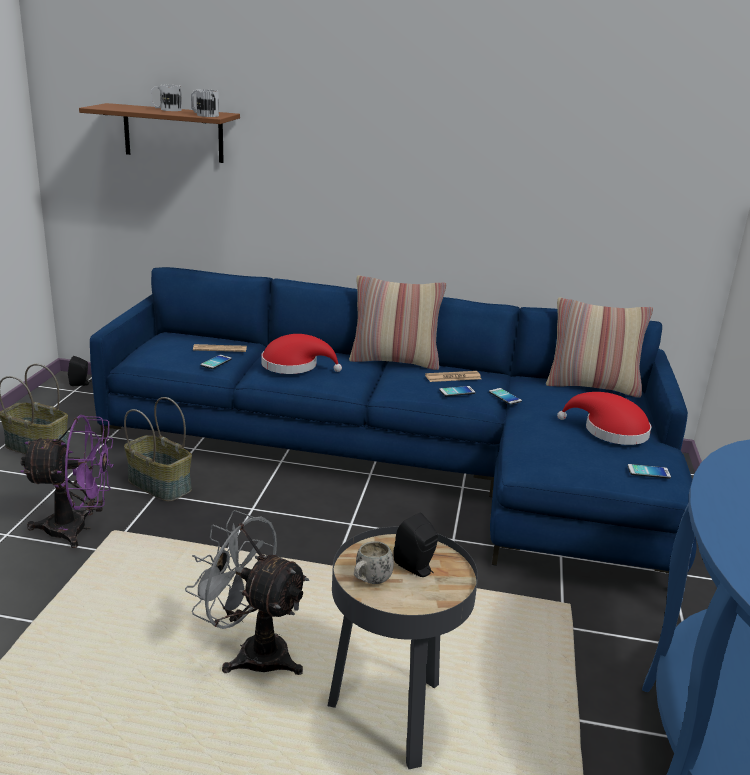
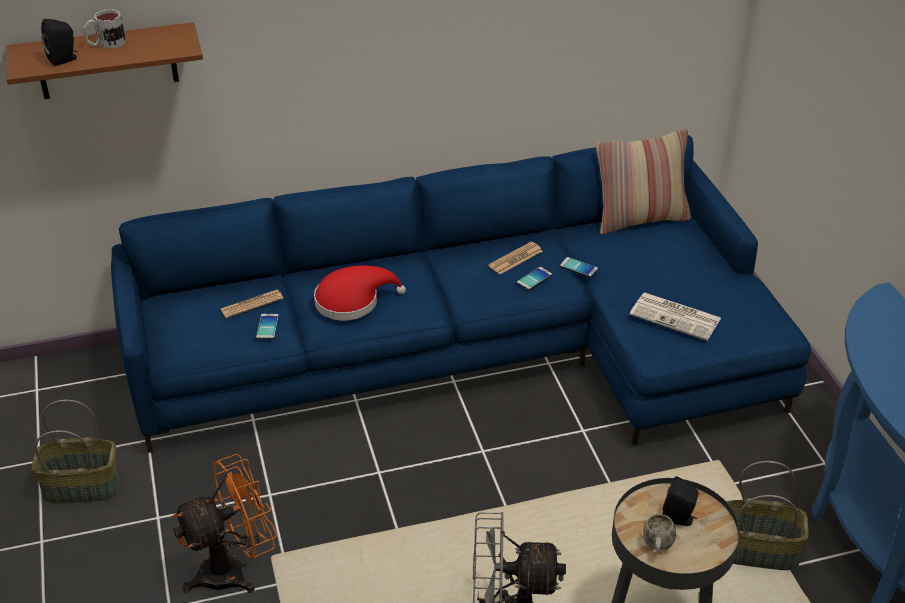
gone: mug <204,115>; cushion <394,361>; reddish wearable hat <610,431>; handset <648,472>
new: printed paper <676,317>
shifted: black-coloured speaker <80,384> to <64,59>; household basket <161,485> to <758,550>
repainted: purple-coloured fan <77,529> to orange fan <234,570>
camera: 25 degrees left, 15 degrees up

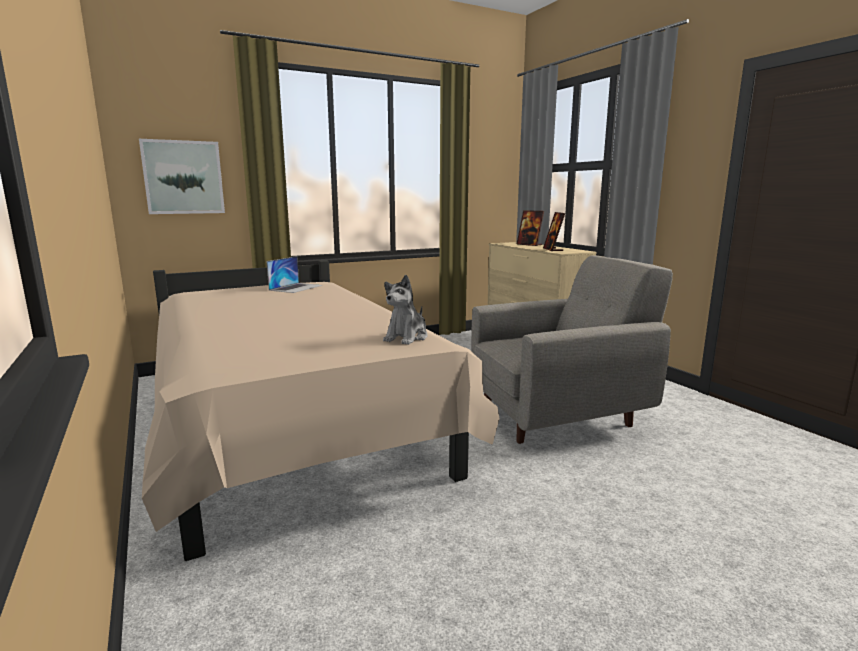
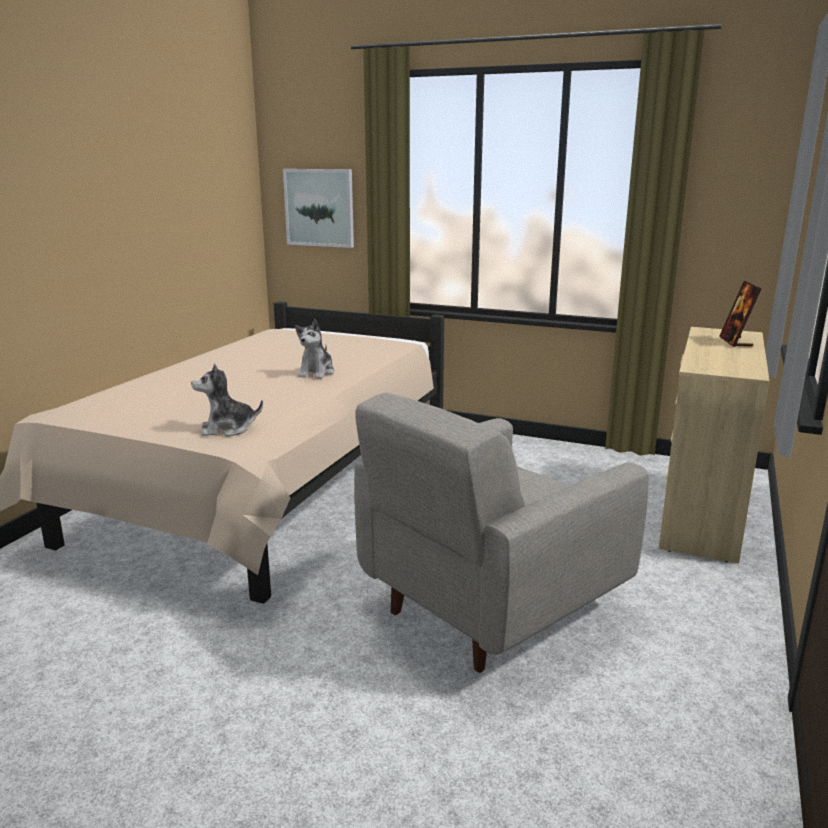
gone: portable computer <296,287>; standing frame <553,250>
new: plush toy <316,373>
rotated: greyish armchair <560,416> = <489,606> 105 degrees clockwise
camera: 50 degrees right, 5 degrees up

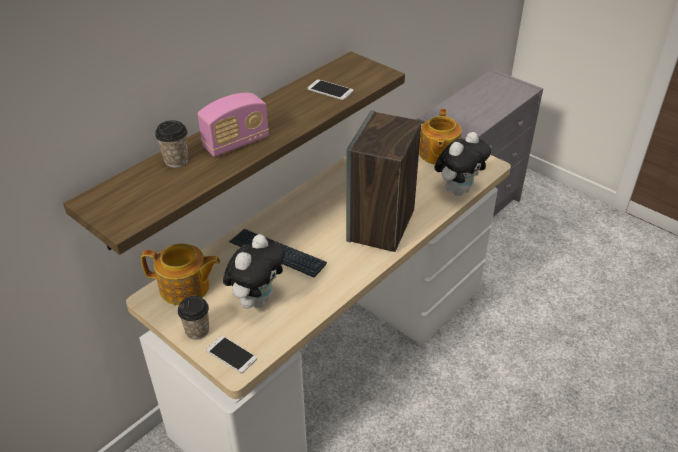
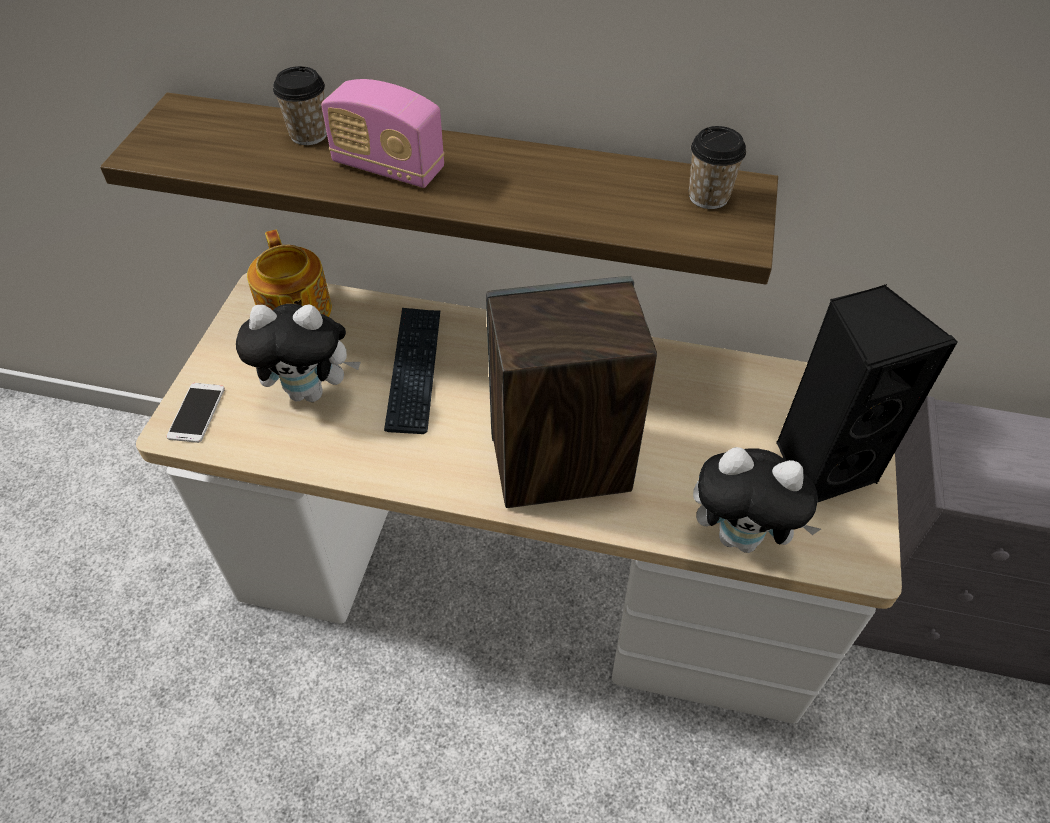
gone: handset <330,90>
shifted: cup <197,331> to <708,197>
swapped: pot for tea <438,154> to black-coloured speaker <821,465>
camera: 60 degrees right, 10 degrees up

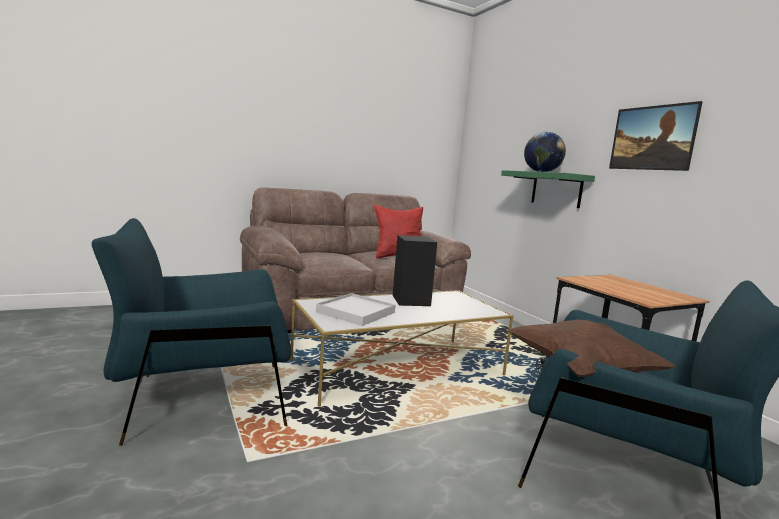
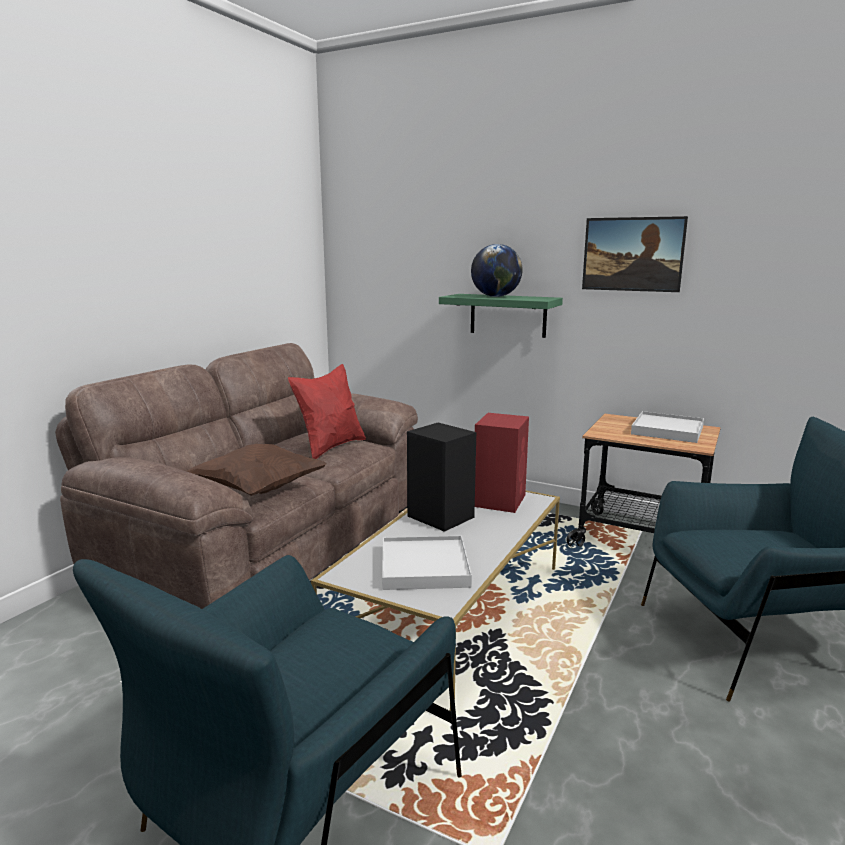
new: reddish speaker <500,500>; whitish serving tray <667,430>
shifted: brownish cushion <580,371> to <259,489>
camera: 35 degrees left, 5 degrees up

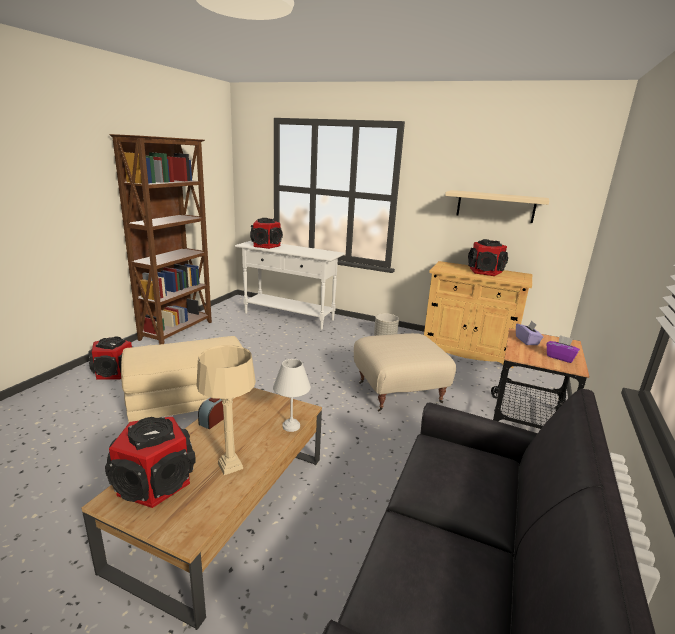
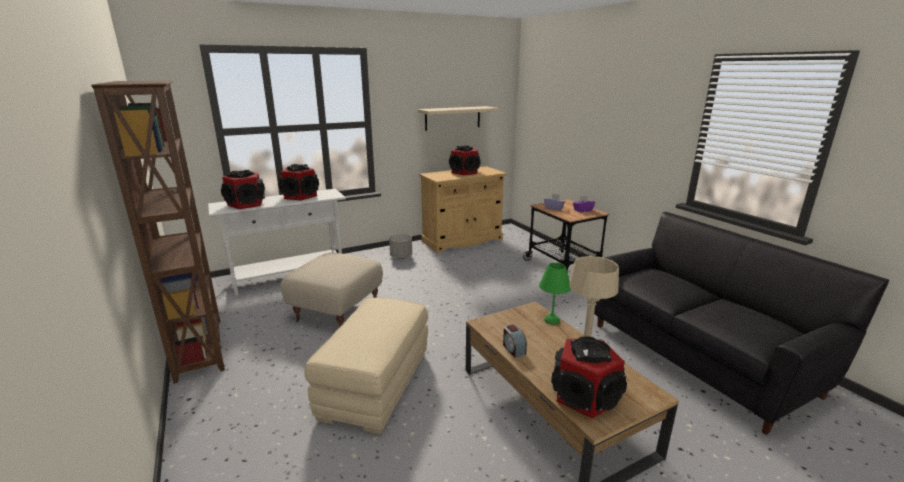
shifted: speaker <114,372> to <300,196>; sand-coloured footrest <399,392> to <338,311>
repainted: whitish table lamp <290,426> to green table lamp <552,320>
camera: 50 degrees left, 0 degrees up

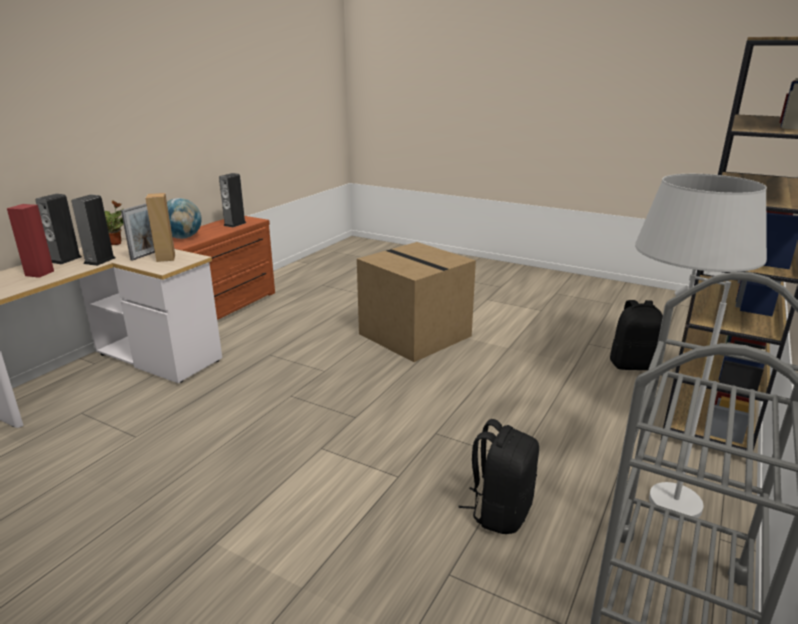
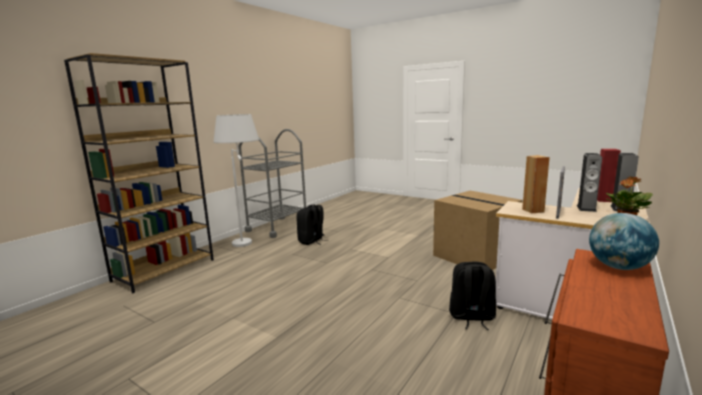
gone: speaker <235,224>
shifted: carton <413,335> to <476,256>; black-coloured rucksack <634,365> to <471,317>
camera: 175 degrees left, 10 degrees down

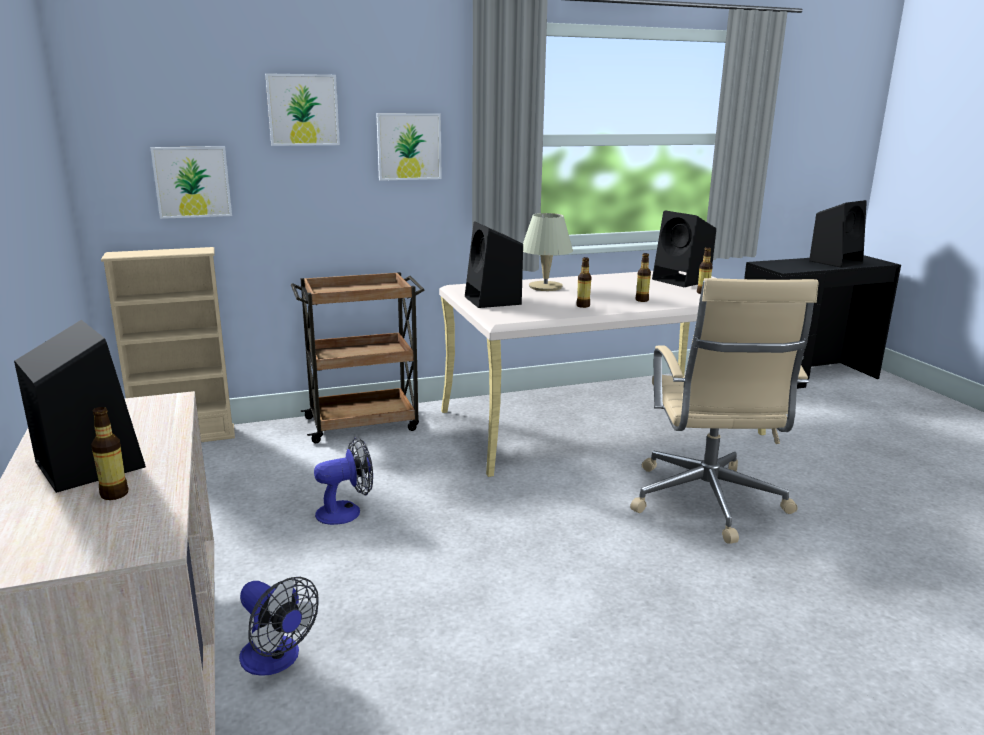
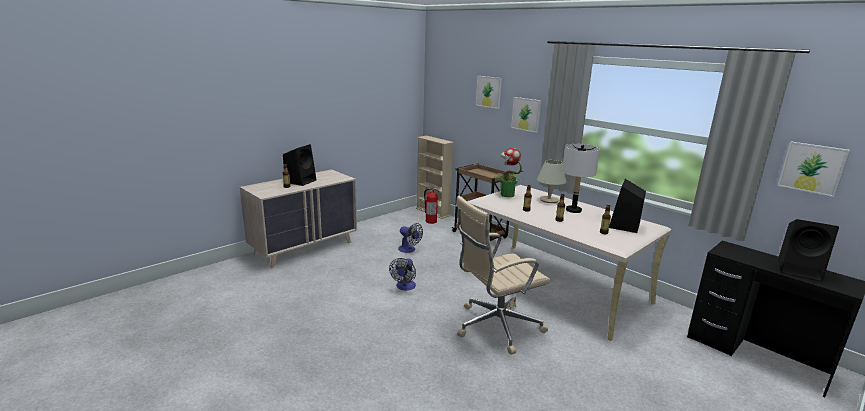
new: extinguisher <431,221>; whitish table lamp <573,210>
shifted: wall art <192,182> to <812,168>; fan <276,660> to <405,287>
swapped: black-coloured speaker <493,301> to plant in a pot <506,195>
camera: 65 degrees right, 0 degrees up

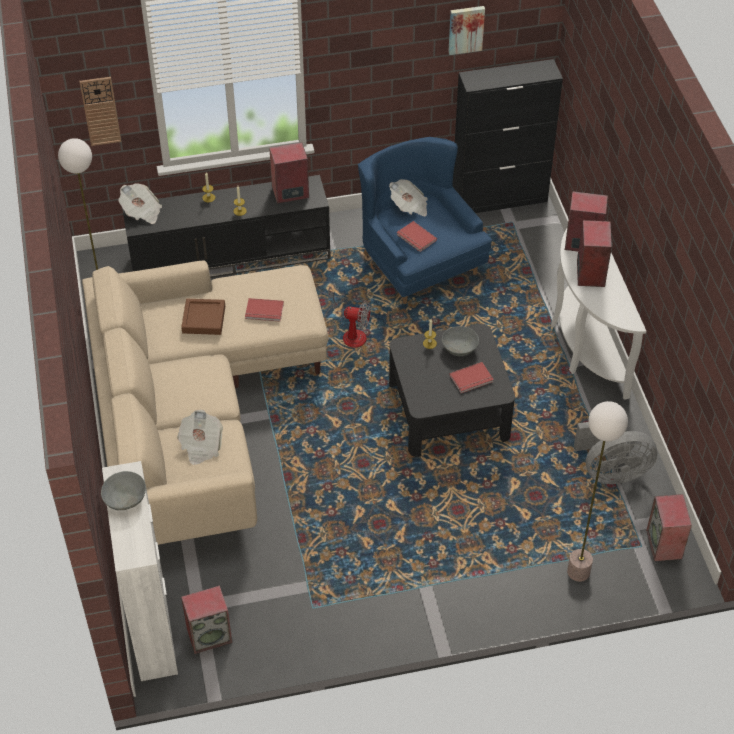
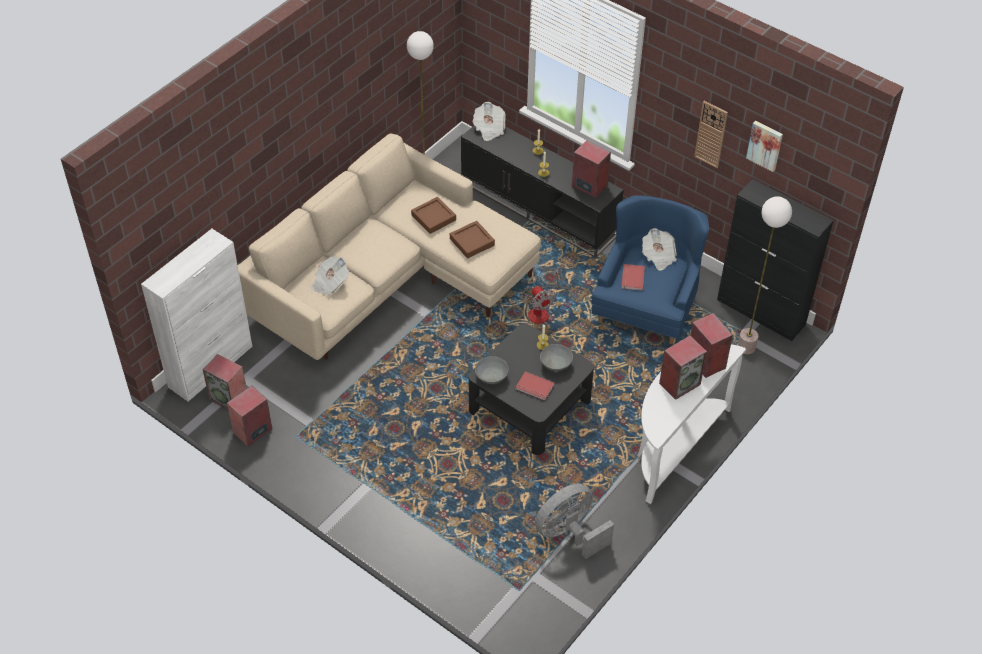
shifted: wall clock <100,111> to <711,134>; greyish bowl <125,498> to <492,376>; standing lamp <578,572> to <746,347>; speaker <664,545> to <252,431>
swapped: reddish bound book <264,312> to brownish serving tray <472,242>
rotated: greyish fan <611,472> = <569,533> 105 degrees clockwise
camera: 50 degrees right, 0 degrees up

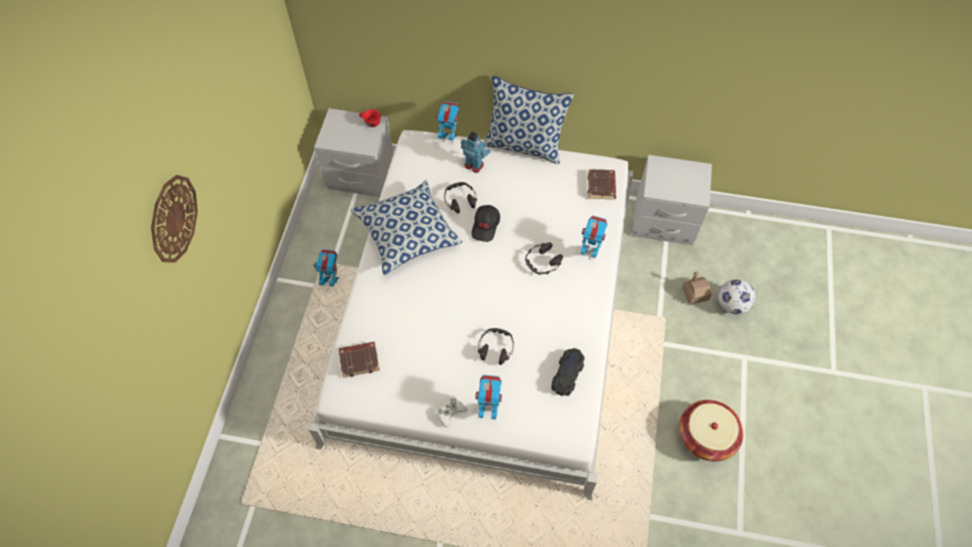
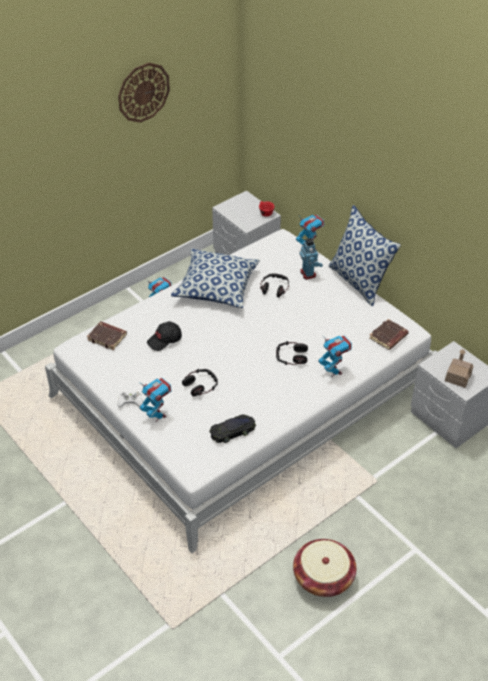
gone: football <731,304>
shifted: wall clock <173,219> to <143,92>; black-coloured baseball cap <486,226> to <164,340>; miniature house <695,293> to <458,377>
camera: 40 degrees right, 15 degrees down

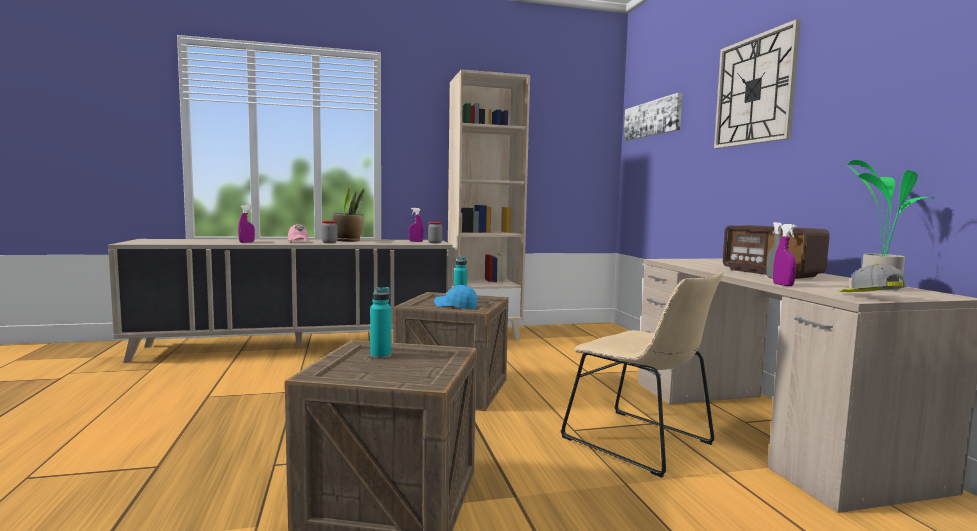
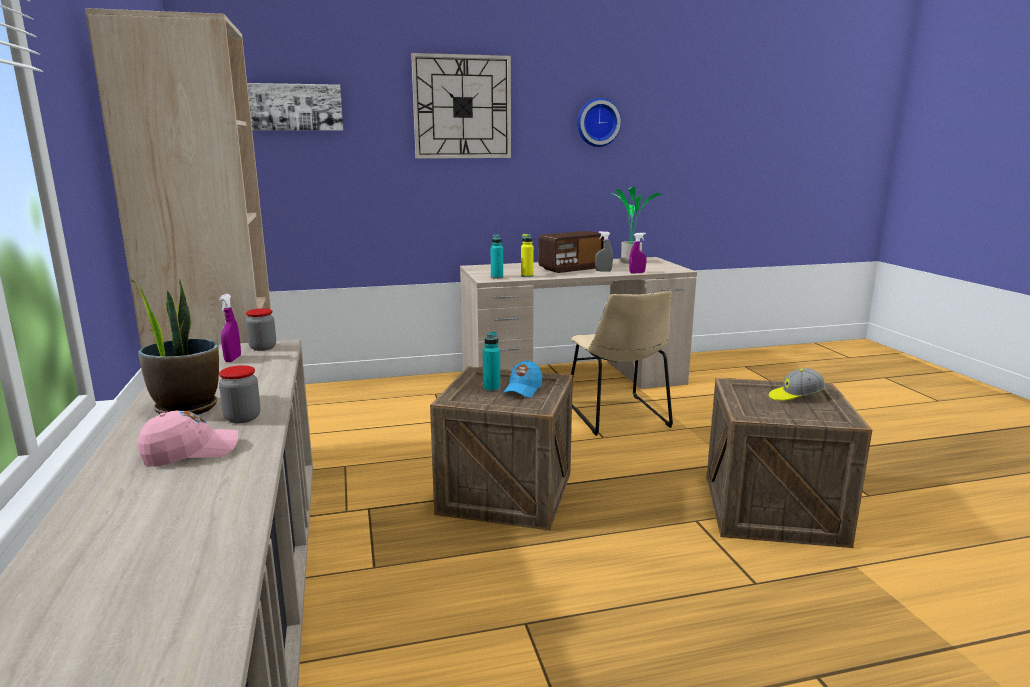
gone: purple-coloured sprayer <246,242>
new: yellowish drink bottle <527,276>; wall clock <597,122>
shifted: blue-green drink bottle <380,356> to <497,277>; baseball cap <869,297> to <795,397>
rotated: sand-coloured upright chair <642,443> = <618,416> 120 degrees clockwise
camera: 90 degrees left, 10 degrees up

